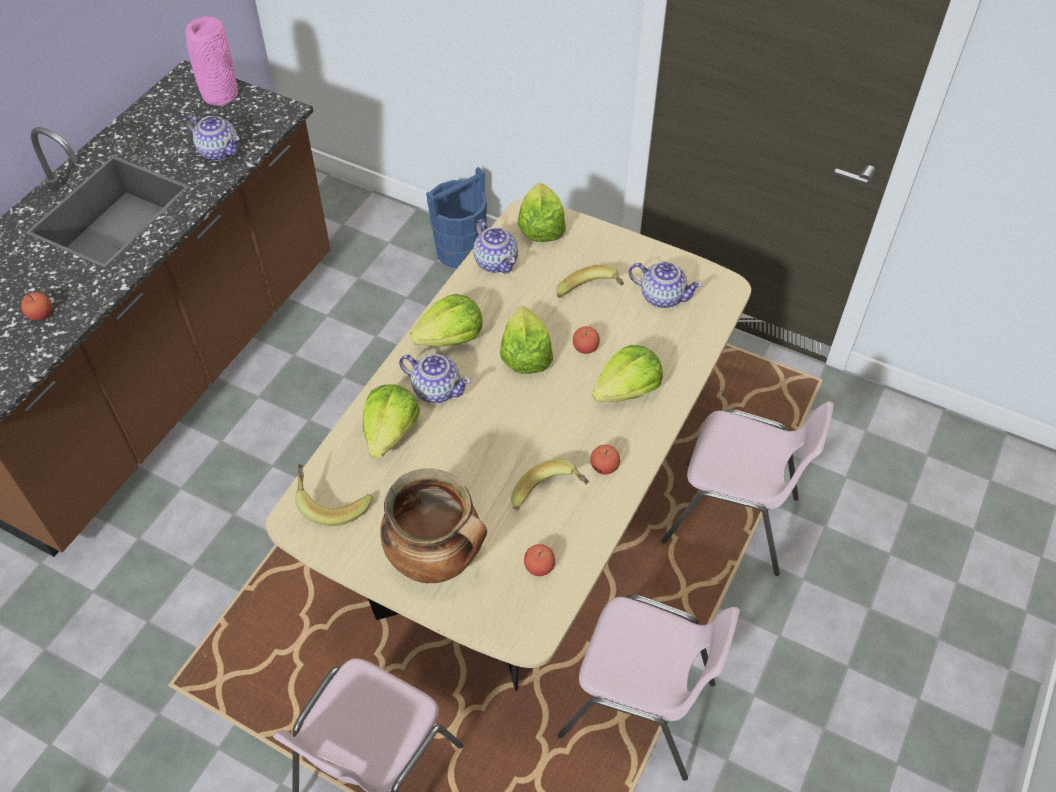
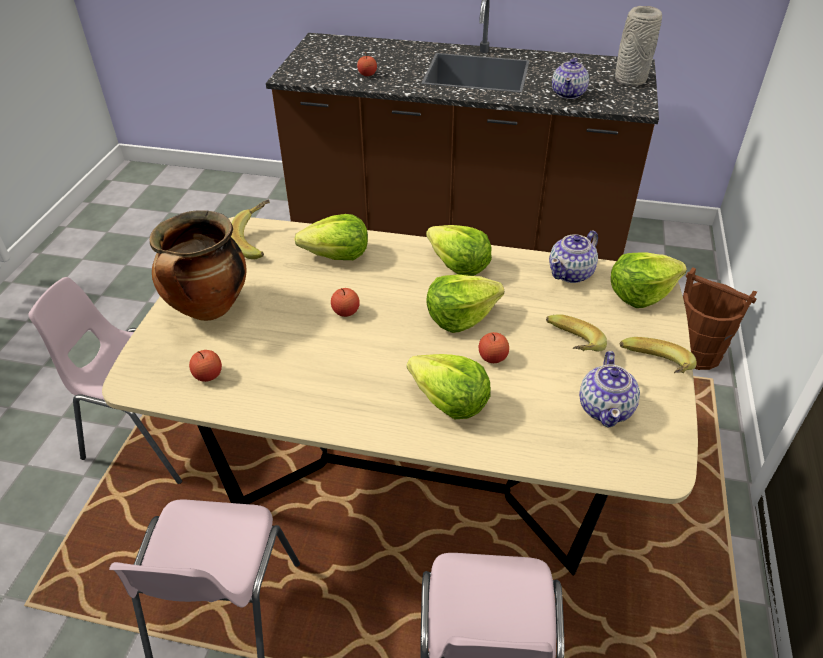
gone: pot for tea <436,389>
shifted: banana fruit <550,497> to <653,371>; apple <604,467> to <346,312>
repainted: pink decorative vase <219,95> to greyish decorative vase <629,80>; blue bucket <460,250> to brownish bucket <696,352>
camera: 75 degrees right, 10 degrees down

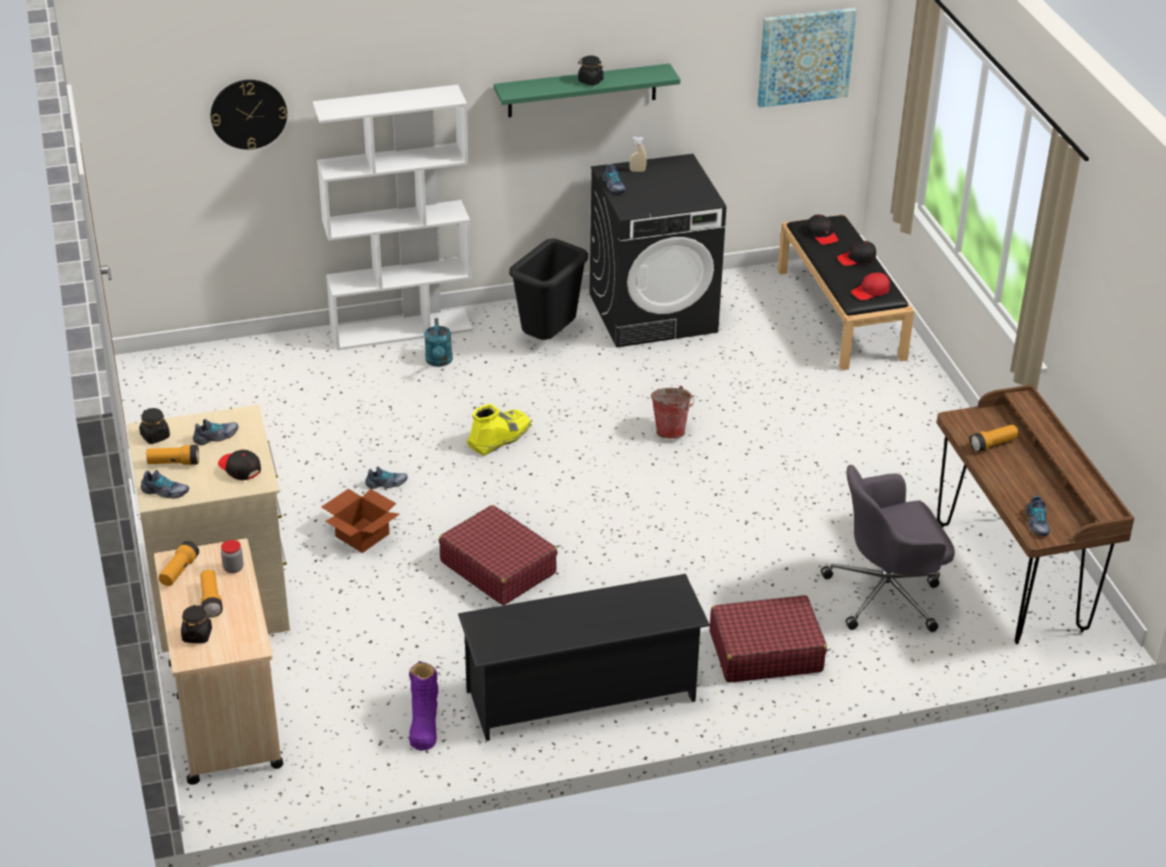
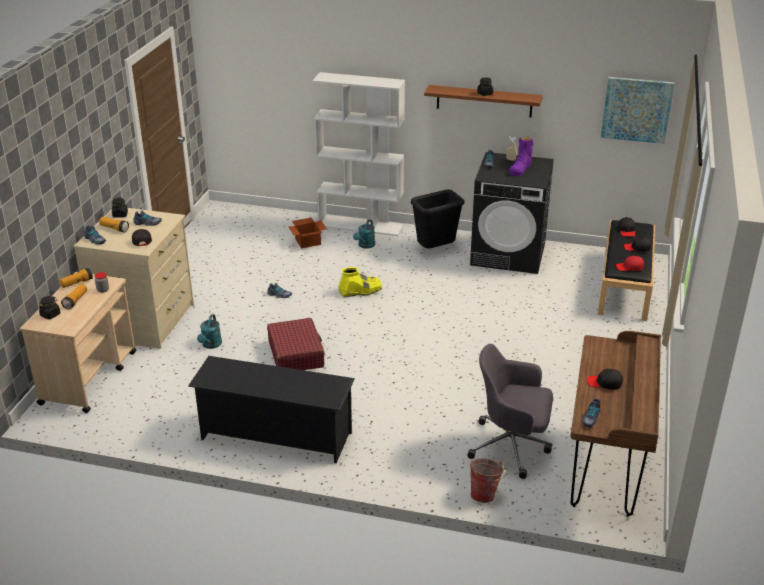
gone: wall clock <248,114>; reddish piece of luggage <765,651>; torch <993,444>
new: blue-green watering pot <211,345>; black-coloured baseball cap <604,383>
shifted: carton <362,534> to <308,241>; purple-coloured boot <424,724> to <520,168>; bucket <671,430> to <485,494>
repainted: green bracket shelf <582,90> to brownish bracket shelf <484,101>
camera: 30 degrees right, 5 degrees down

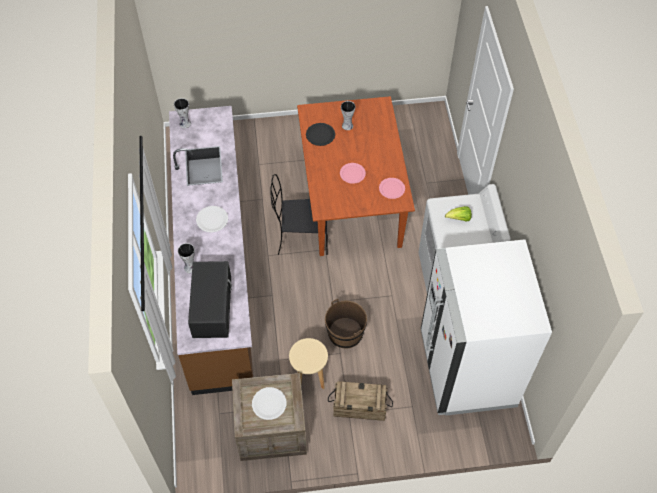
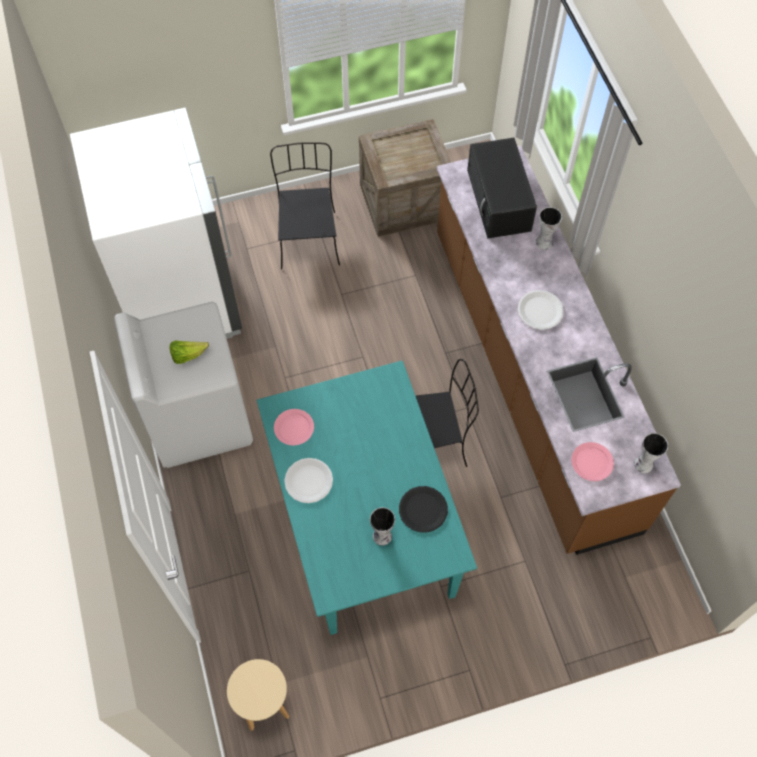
gone: brownish bucket <345,333>
shifted: whitish plate <269,404> to <308,481>; sand-coloured stool <309,378> to <264,704>; pink plate <352,174> to <591,462>
swapped: packing crate <359,407> to black-coloured upright chair <308,238>
repainted: brownish dinner table <352,199> to blue-green dinner table <362,520>
camera: 170 degrees right, 5 degrees up

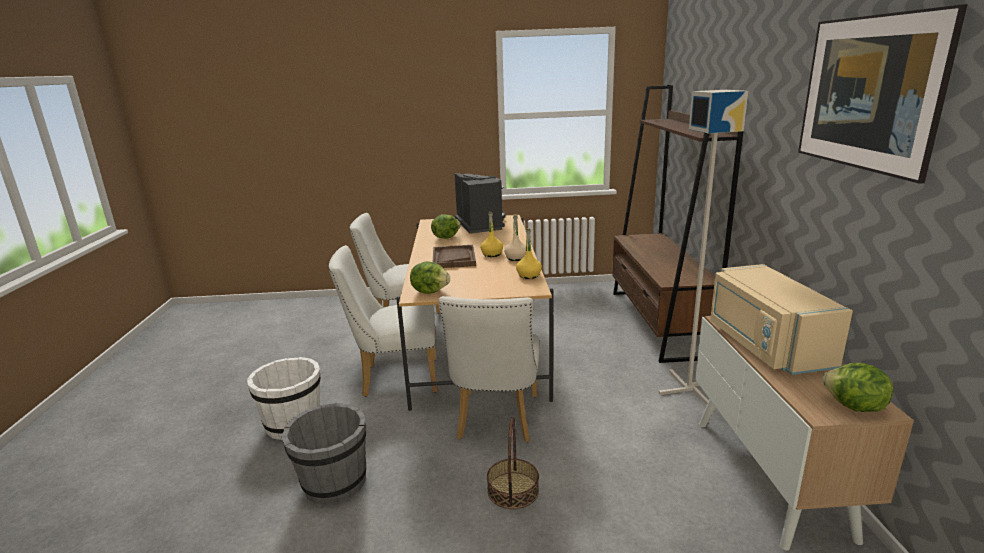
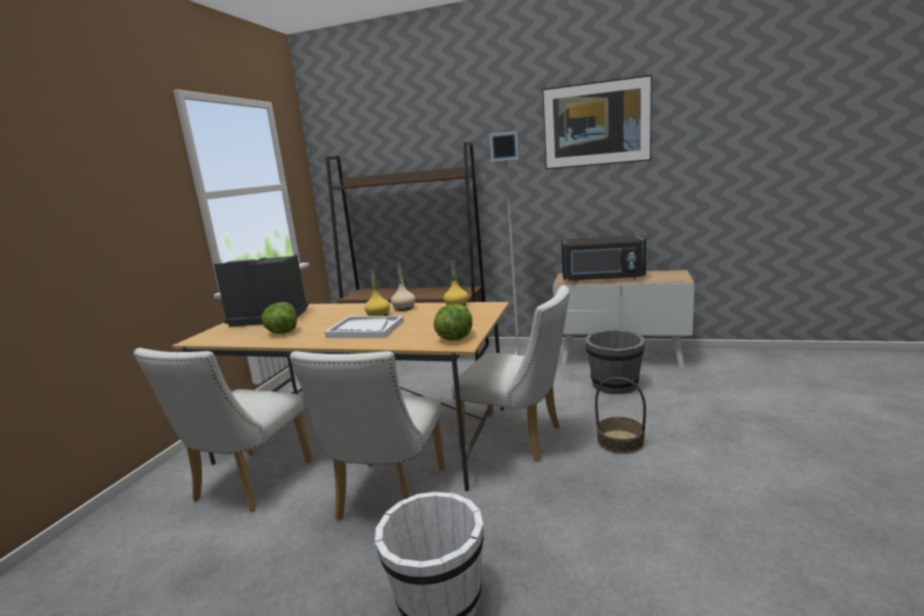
gone: lettuce <854,407>
shifted: greyish bucket <334,483> to <614,385>
repainted: brownish serving tray <453,258> to whitish serving tray <365,329>; sand-coloured kitchen microwave <765,345> to black-coloured kitchen microwave <602,278>
camera: 70 degrees left, 5 degrees down

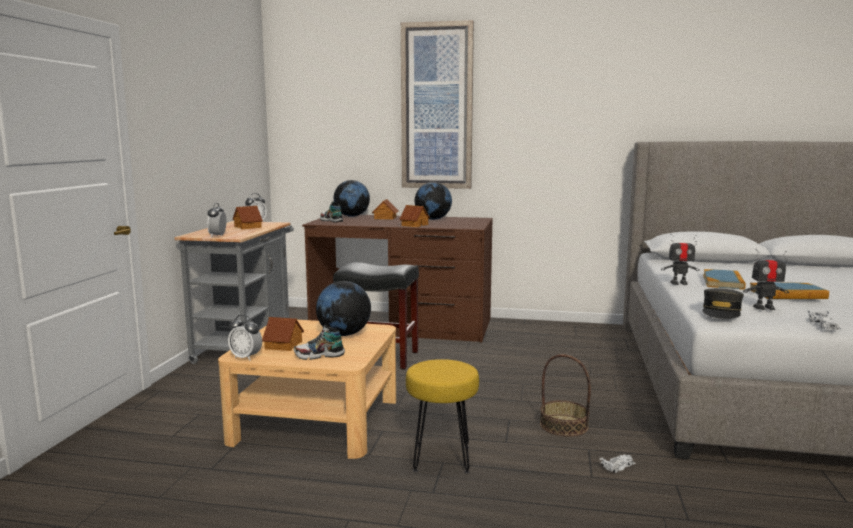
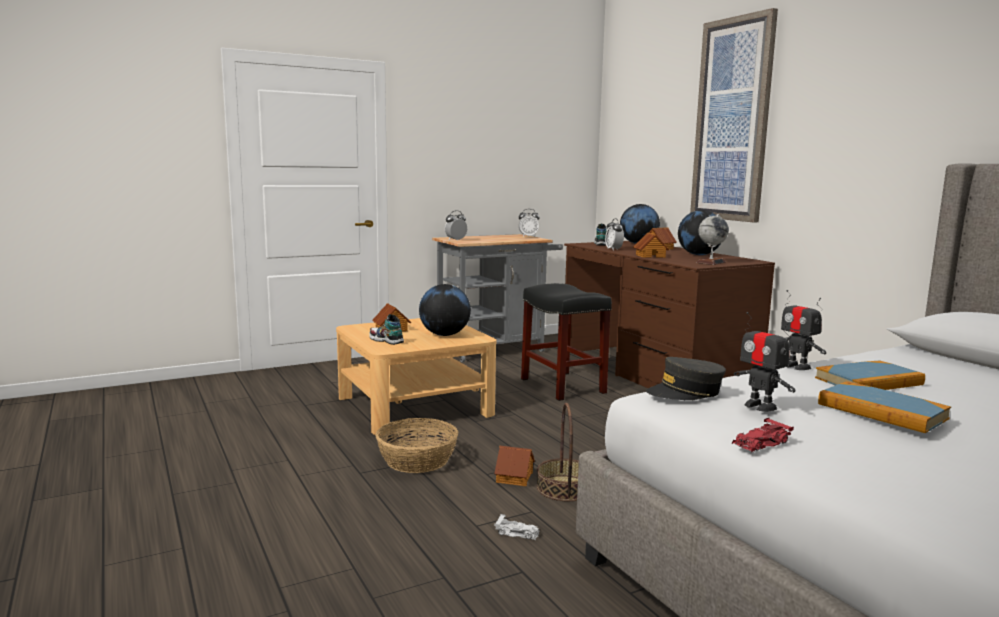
new: desk globe <711,262>
shifted: bedside clock <246,357> to <613,249>; miniature house <248,227> to <515,477>
swapped: yellowish stool <442,459> to household basket <417,460>
repainted: whitish toy car <824,325> to reddish toy car <760,443>
camera: 50 degrees right, 0 degrees up

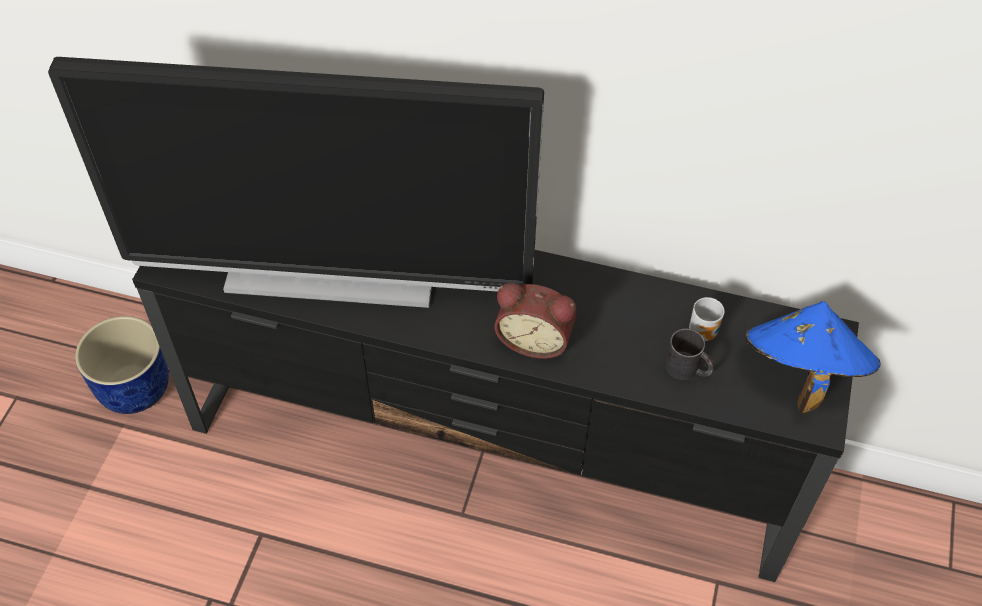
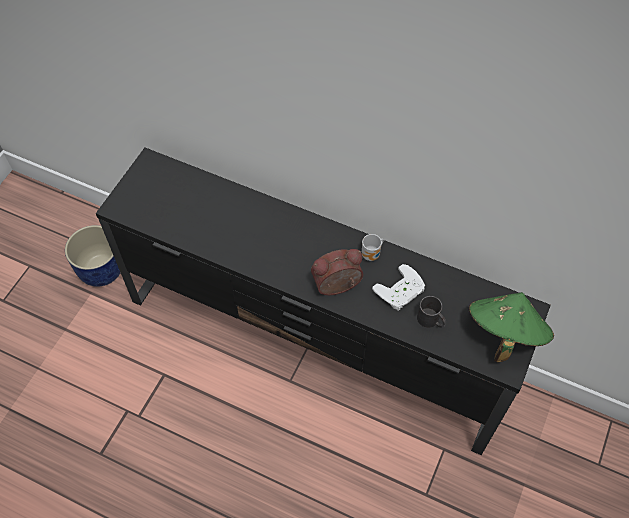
gone: TV set <331,274>
new: whitish joypad <401,292>
shifted: mug <705,332> to <372,255>
repainted: blue wearable hat <801,373> to green wearable hat <504,334>
rotated: bedside clock <535,339> = <337,287> 135 degrees clockwise
camera: 10 degrees right, 5 degrees up

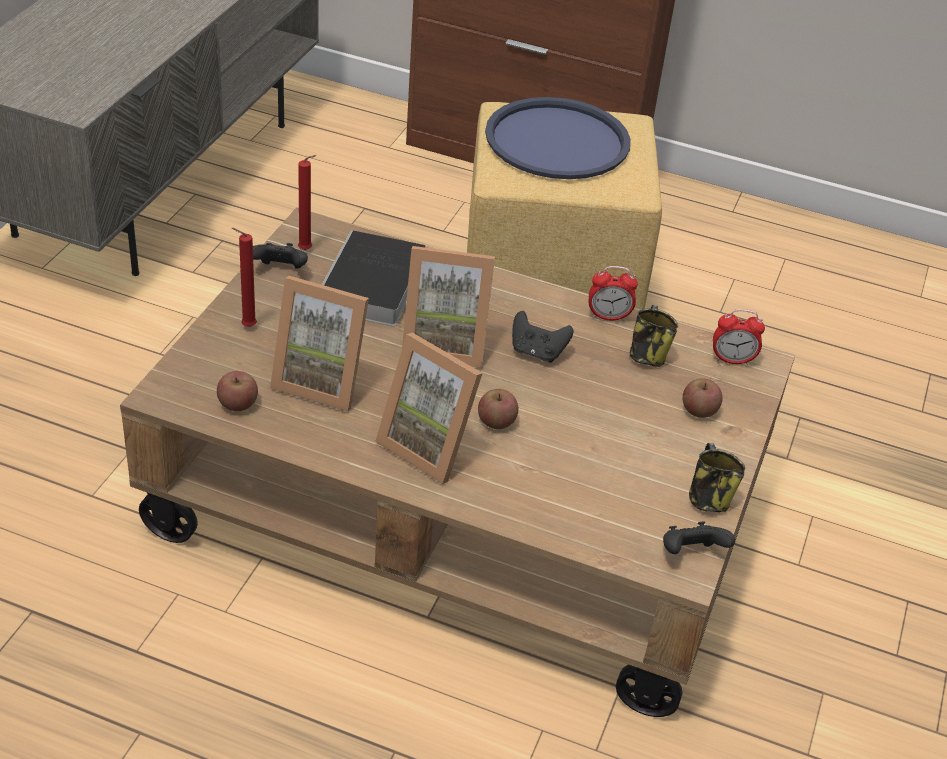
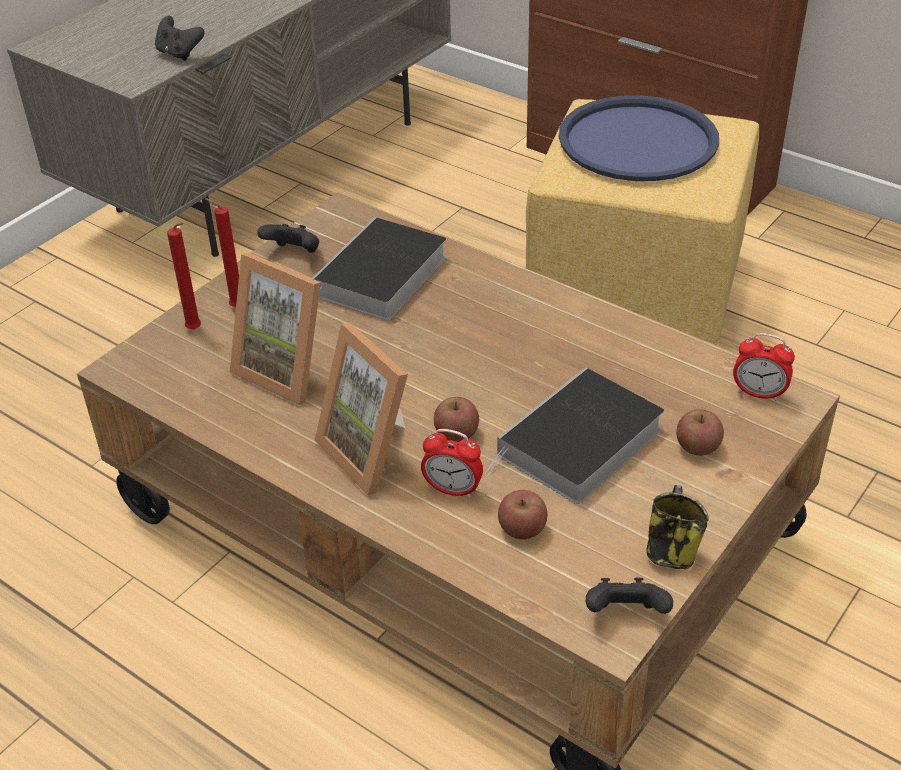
gone: standing frame <444,343>; mug <647,355>
new: bound book <578,445>
shifted: apple <238,404> to <522,529>; reddish wax light <307,250> to <196,330>; black-coloured joypad <537,352> to <179,54>; bedside clock <608,317> to <452,489>
camera: 20 degrees right, 0 degrees up

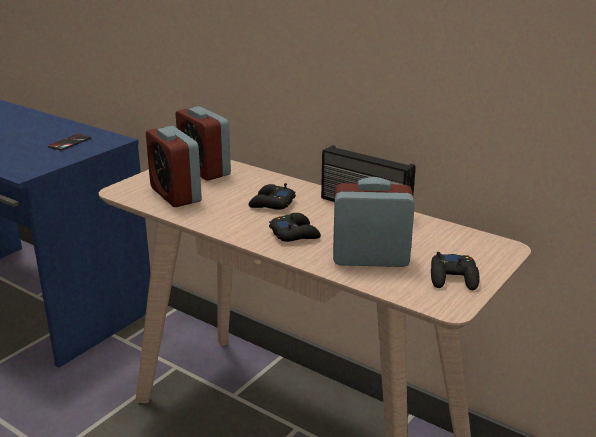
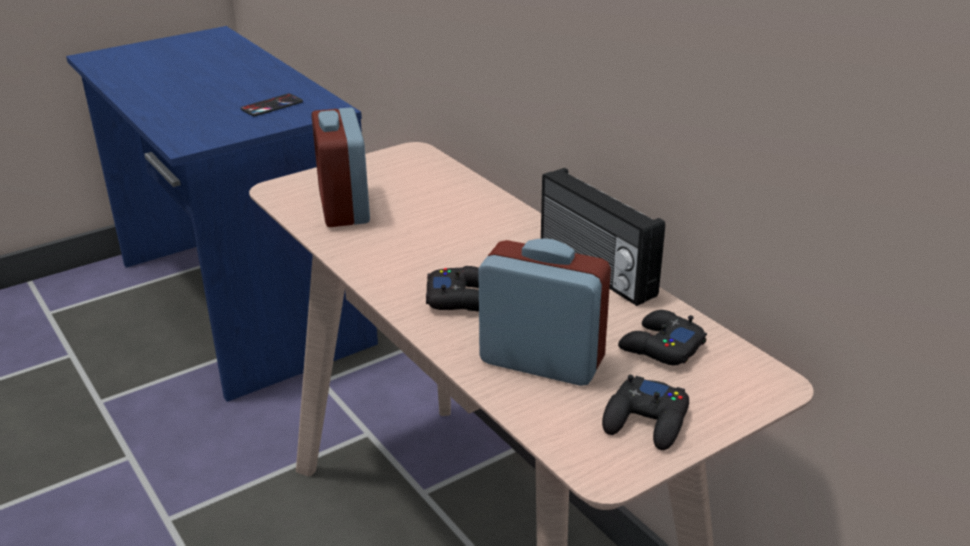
gone: bedside clock <204,170>
shifted: black-coloured joypad <271,203> to <660,347>
camera: 20 degrees right, 5 degrees up

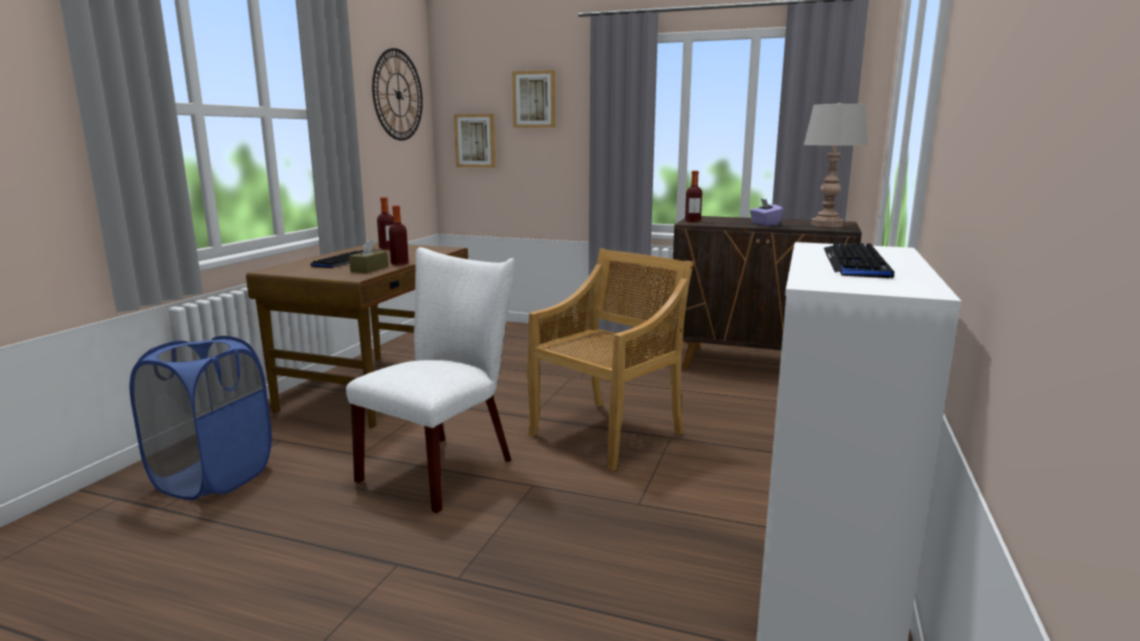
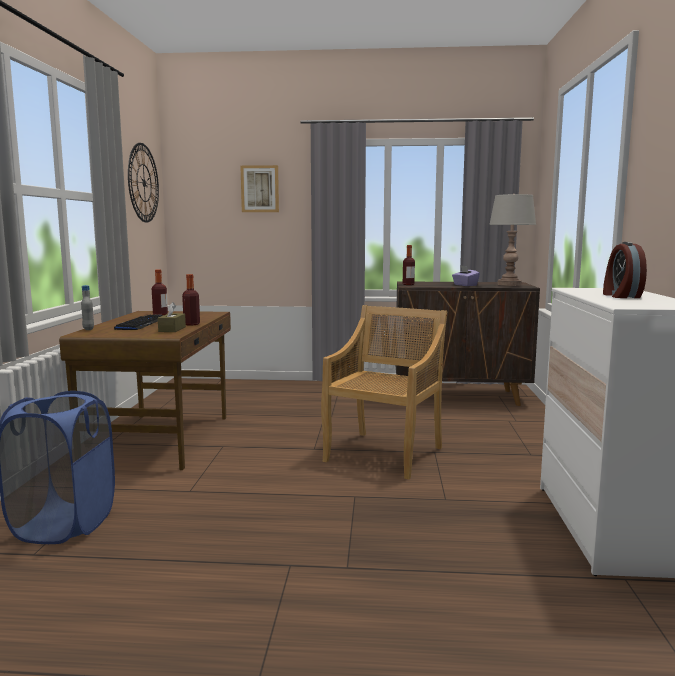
gone: whitish upright chair <444,466>; wall art <475,141>
new: greyish drink bottle <88,329>
swapped: computer keyboard <856,263> to bedside clock <620,296>
camera: 15 degrees left, 5 degrees down

